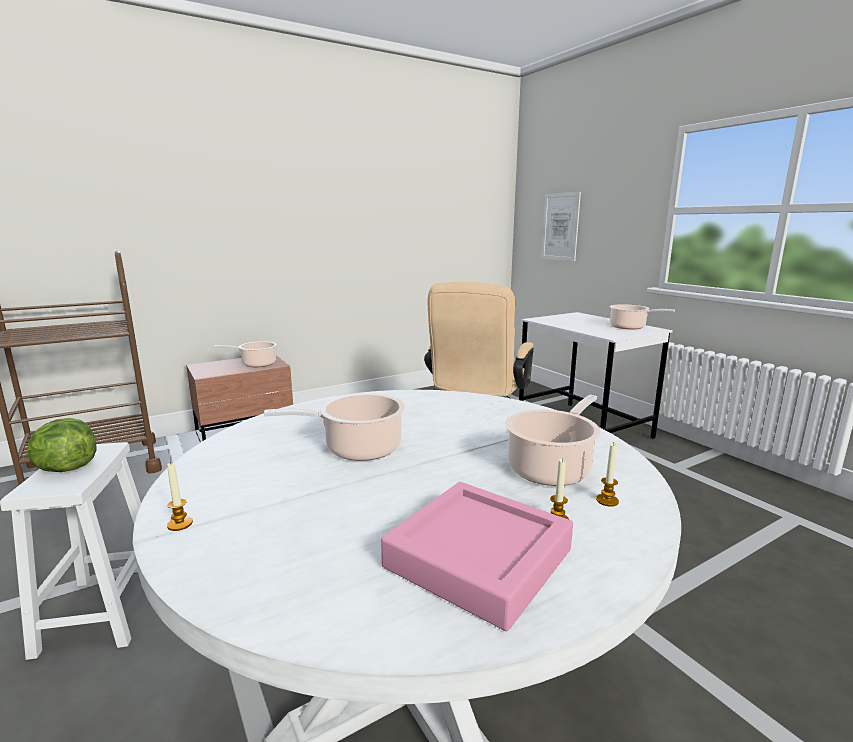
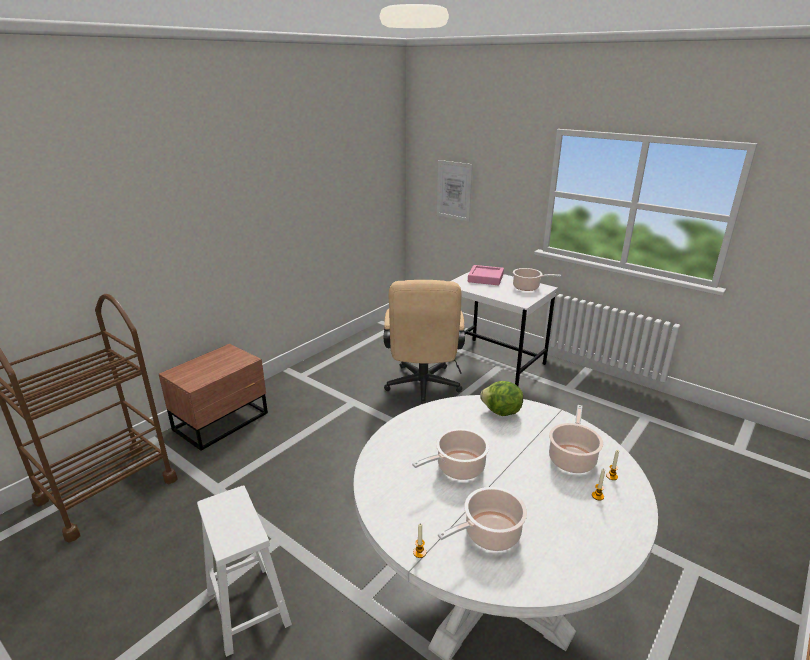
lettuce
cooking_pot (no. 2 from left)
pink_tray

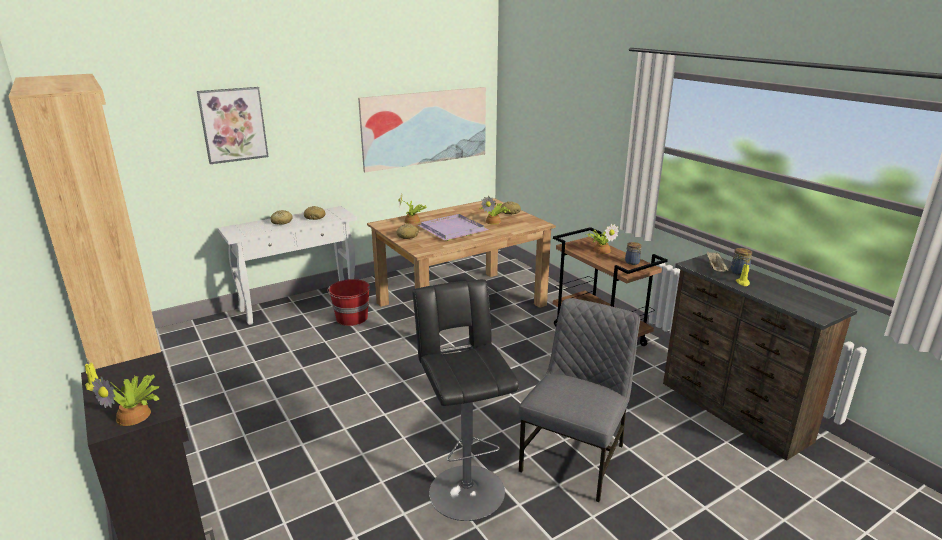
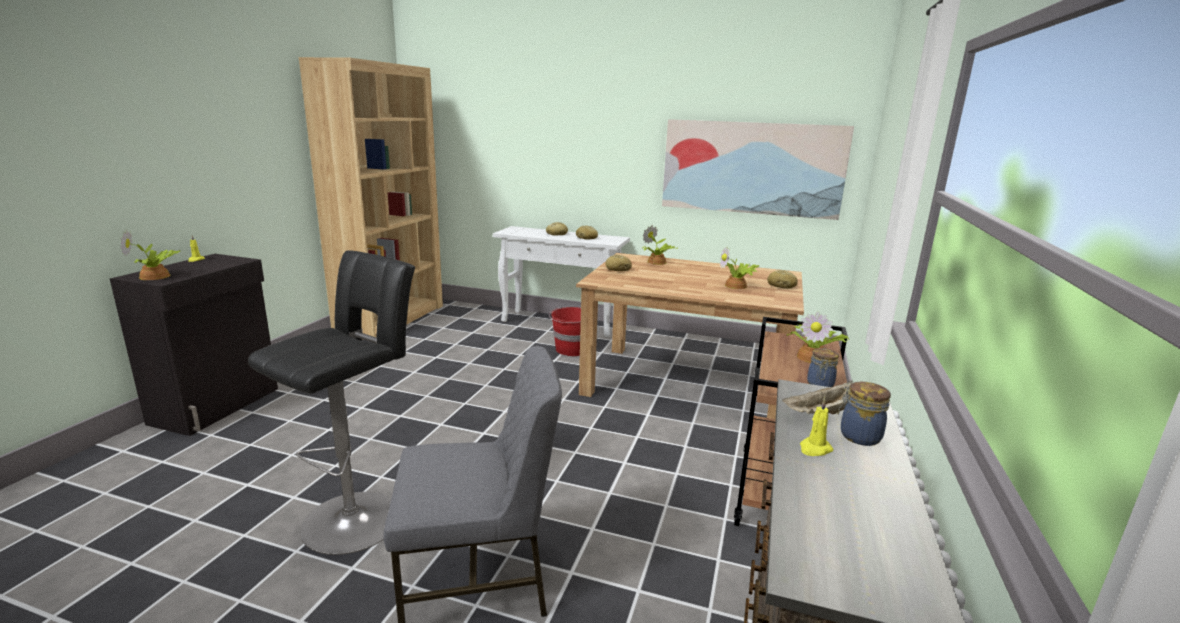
picture (no. 1 from left in the first image)
purple_tray

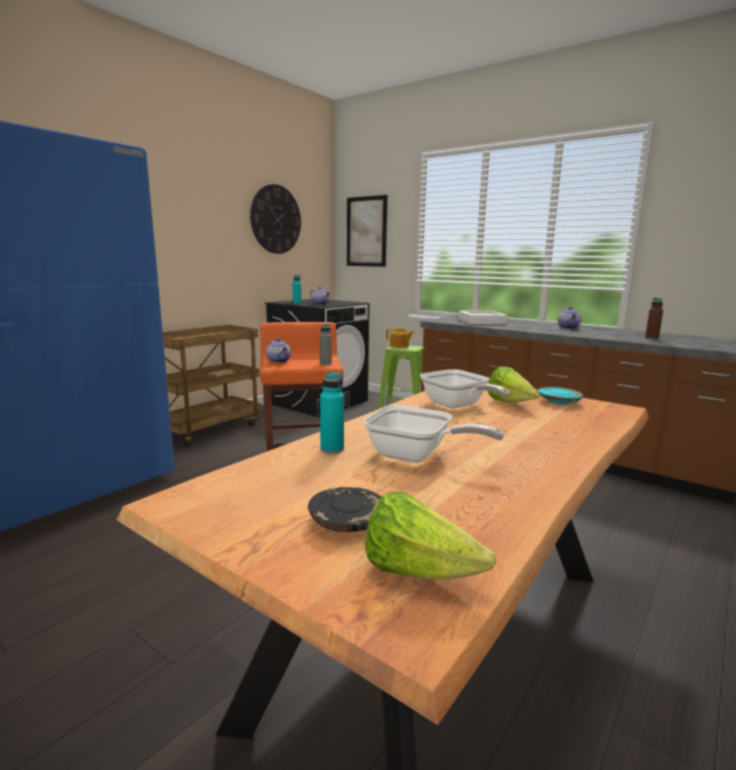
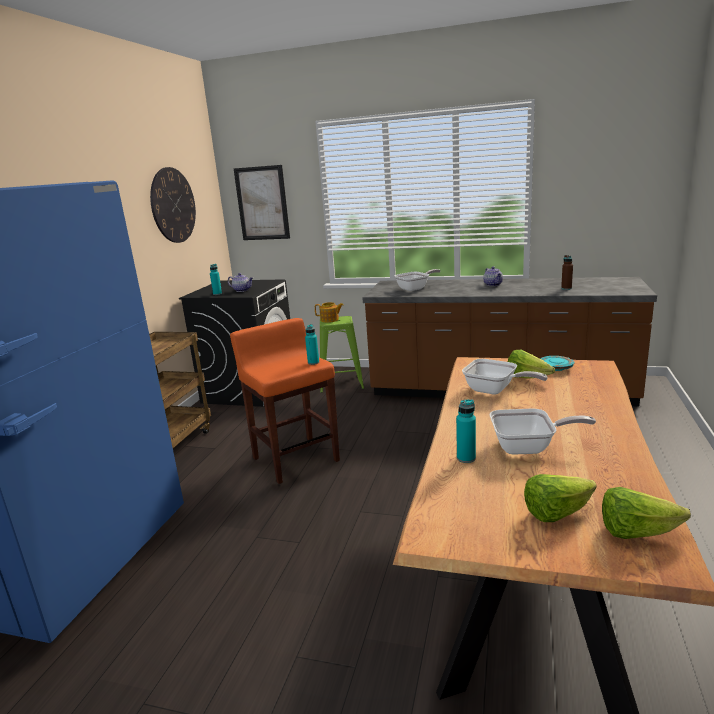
teapot (no. 1 from left in the first image)
lettuce (no. 2 from left)
turquoise_bottle (no. 2 from left)
frying_pan (no. 1 from left)

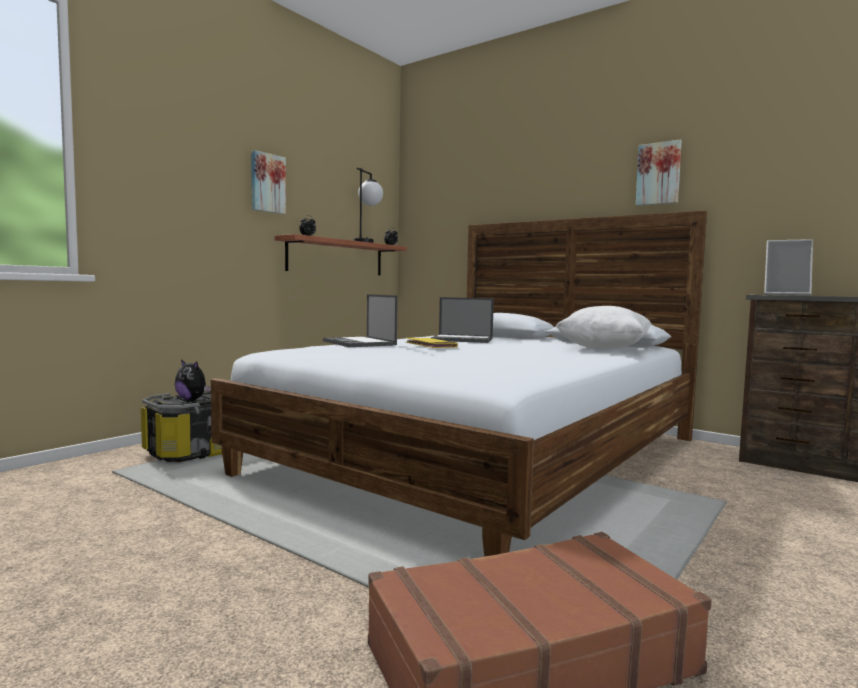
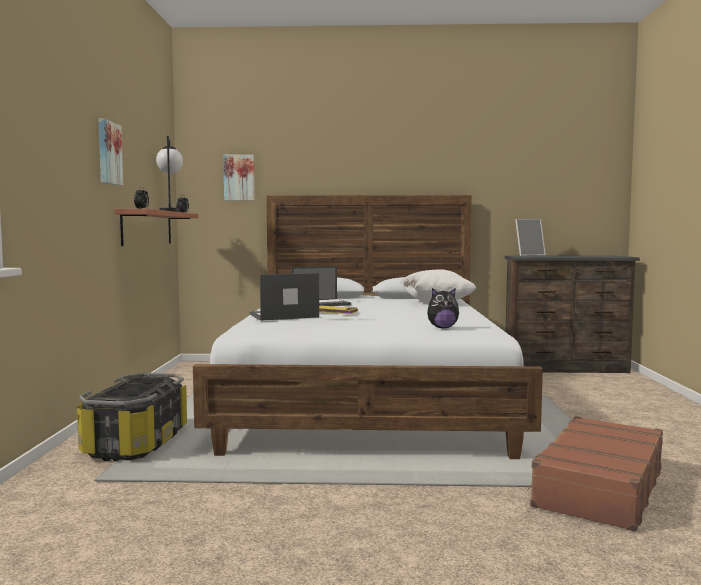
plush_toy
laptop (no. 1 from left)
picture (no. 2 from left)

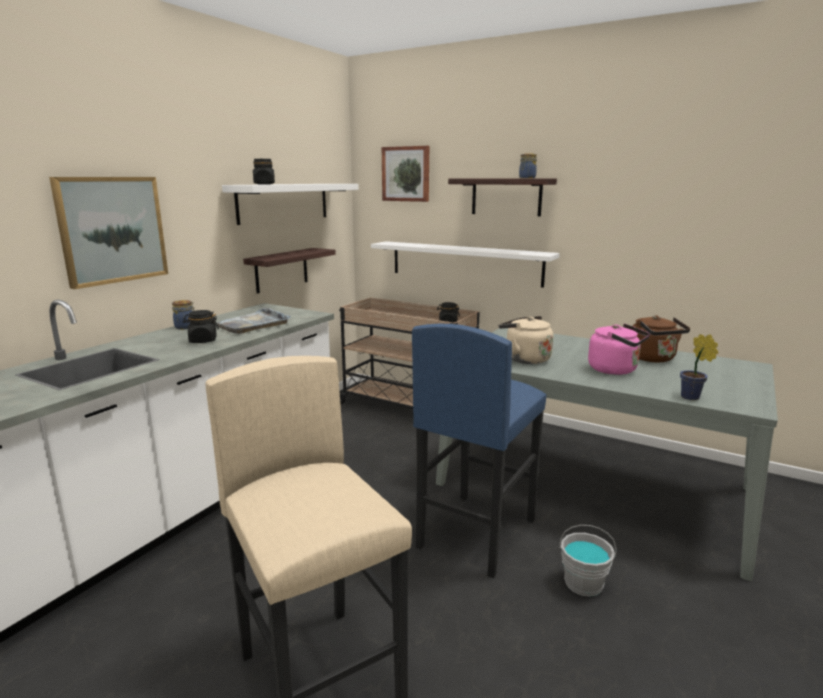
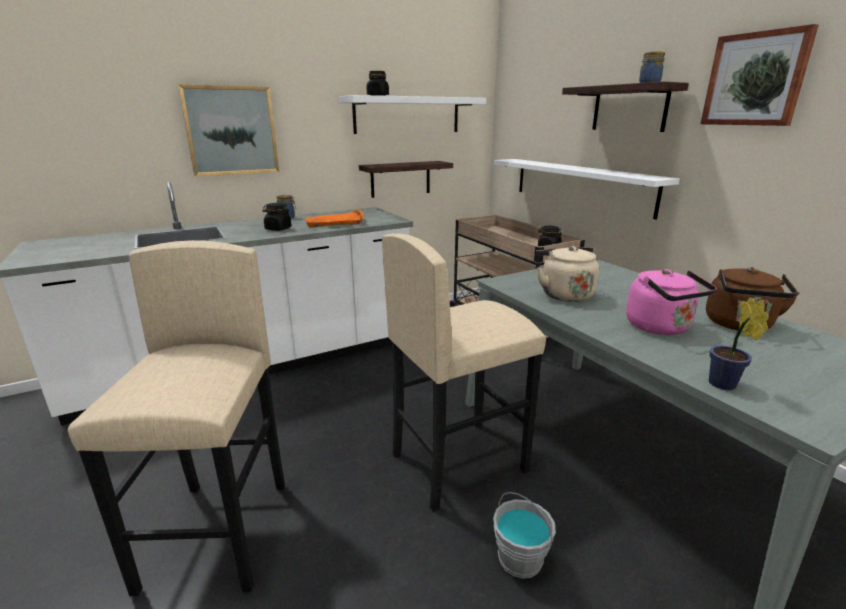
orange_tray
picture (no. 2 from left)
beige_stool (no. 2 from left)

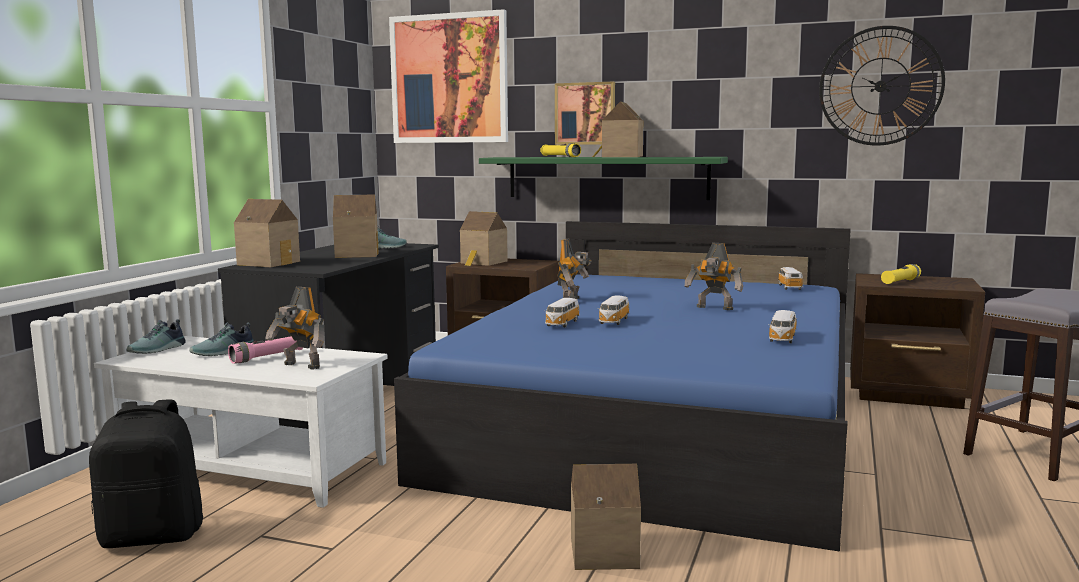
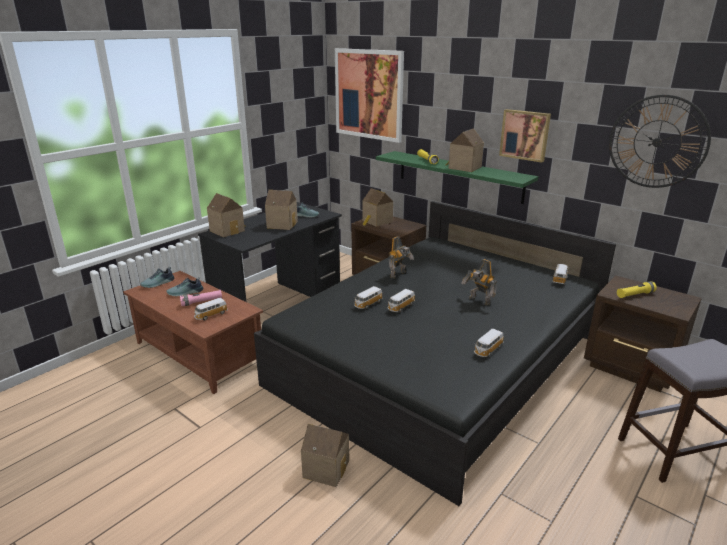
black_backpack
brown_coffee_table
toy_car (no. 1 from left)
black_bed
picture (no. 2 from left)

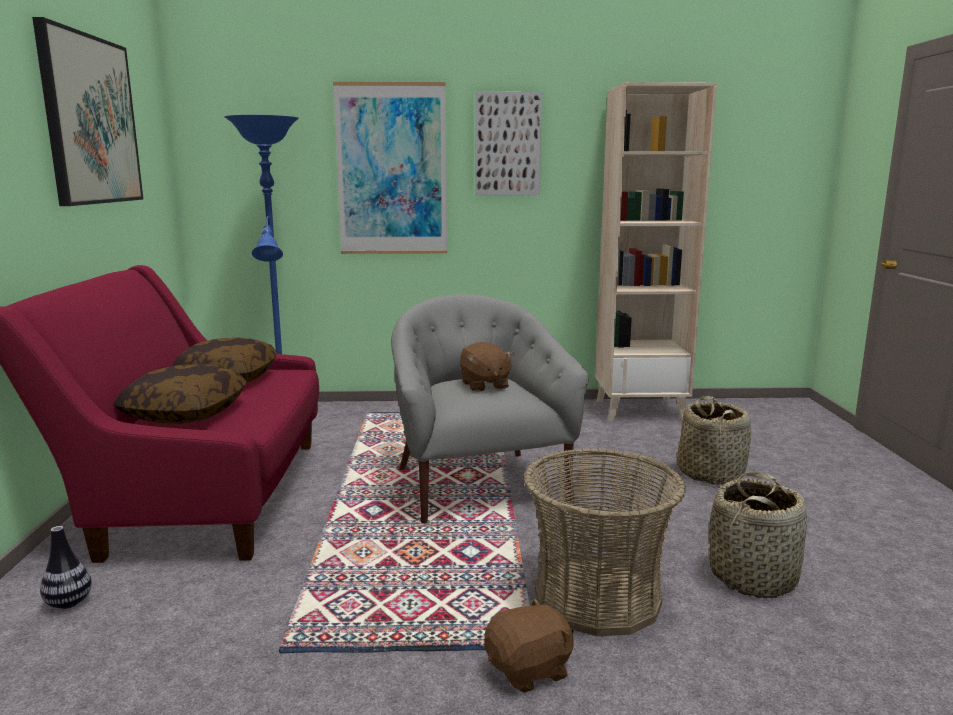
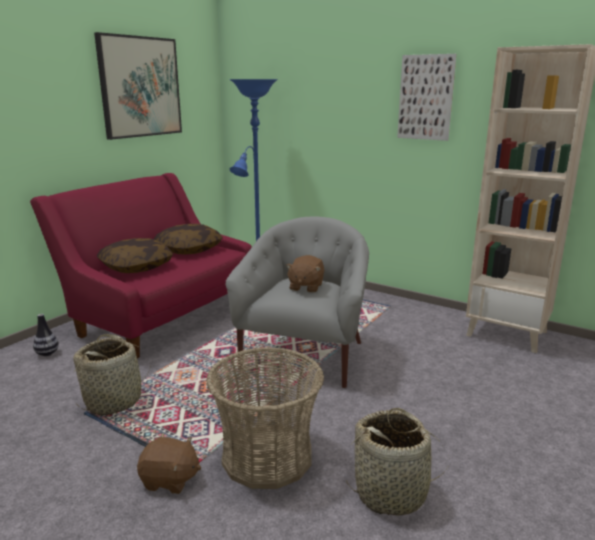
picture (no. 2 from left in the first image)
basket (no. 1 from left)

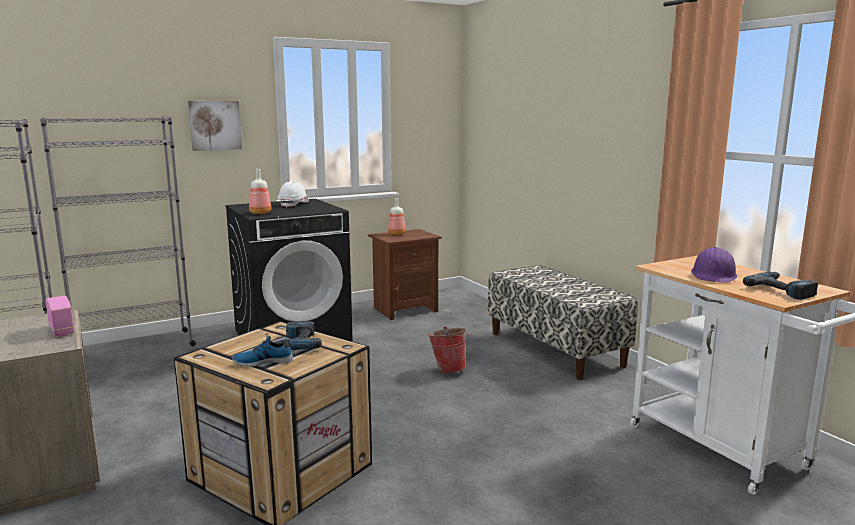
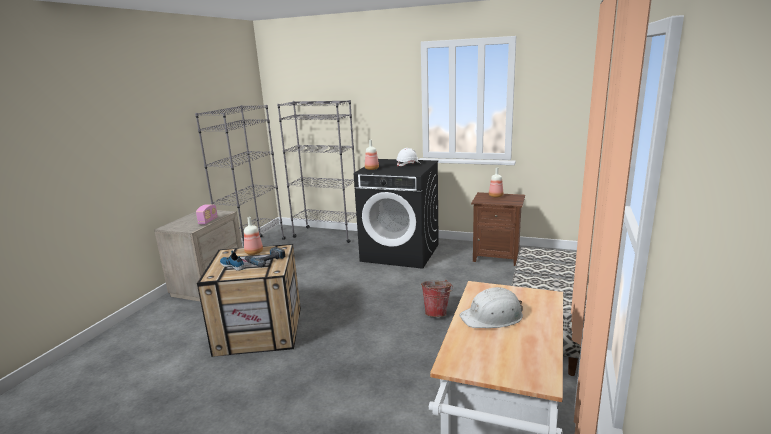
picture
white_hard_hat (no. 2 from left)
power_drill (no. 2 from left in the first image)
bottle (no. 1 from left)

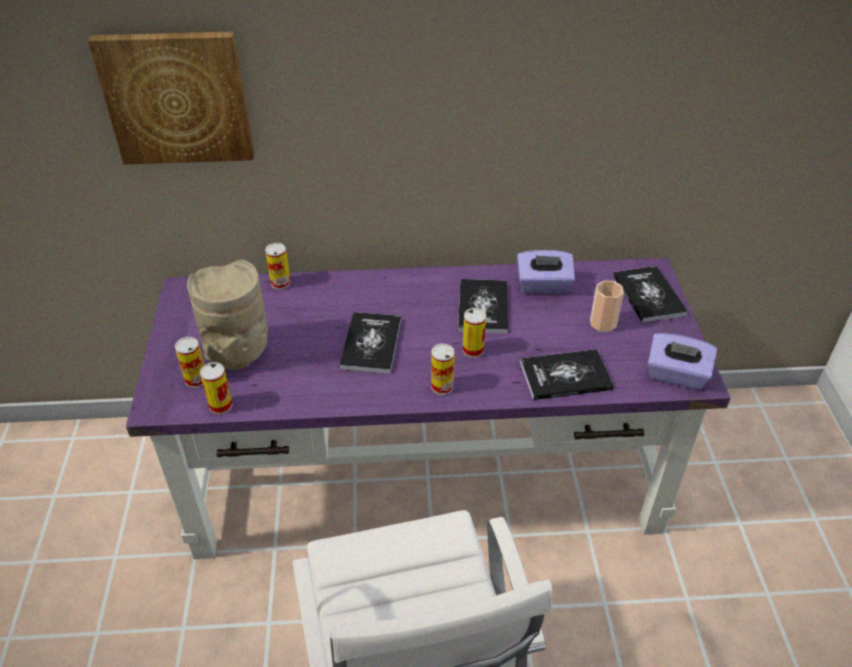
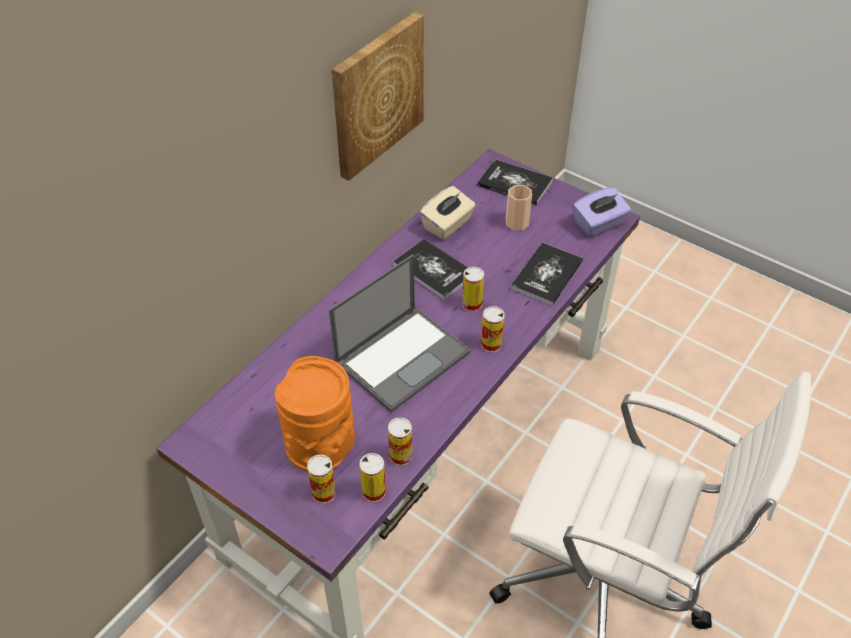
picture
orange_vase
can (no. 3 from left)
laptop
beige_tissue_box

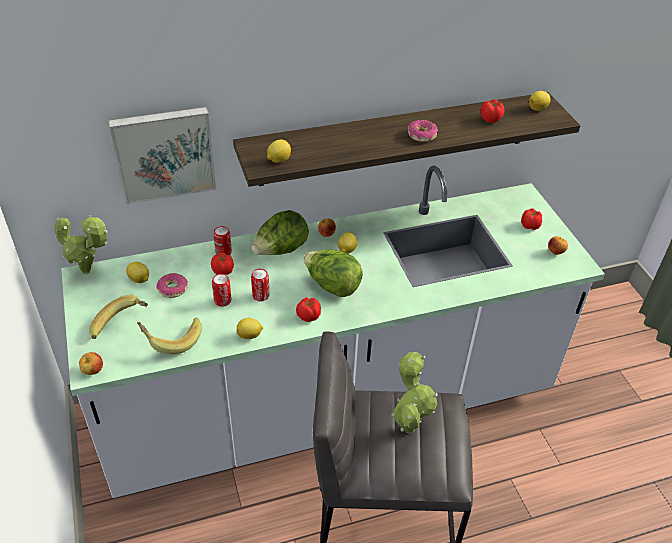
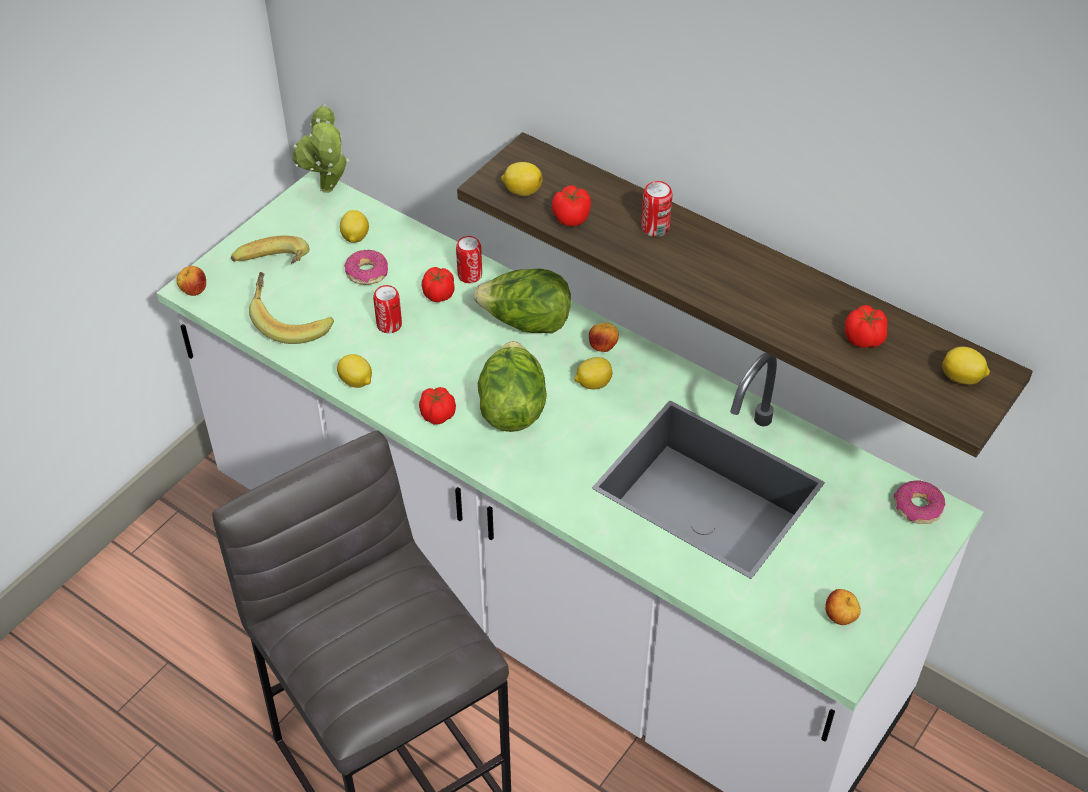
picture
can (no. 3 from left)
potted_plant (no. 2 from left in the first image)
donut (no. 2 from left)
tomato (no. 3 from left)

